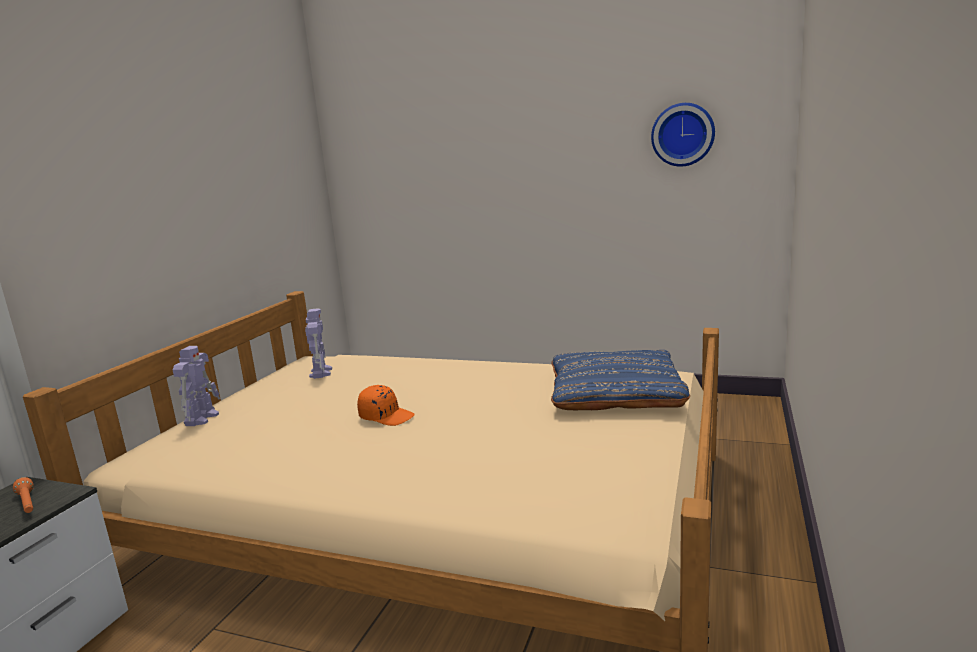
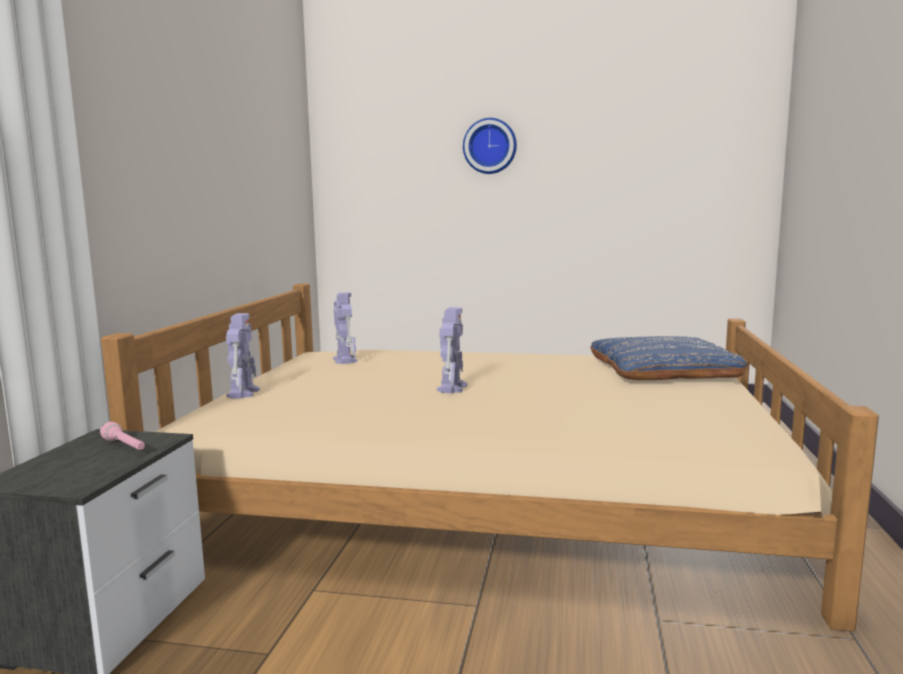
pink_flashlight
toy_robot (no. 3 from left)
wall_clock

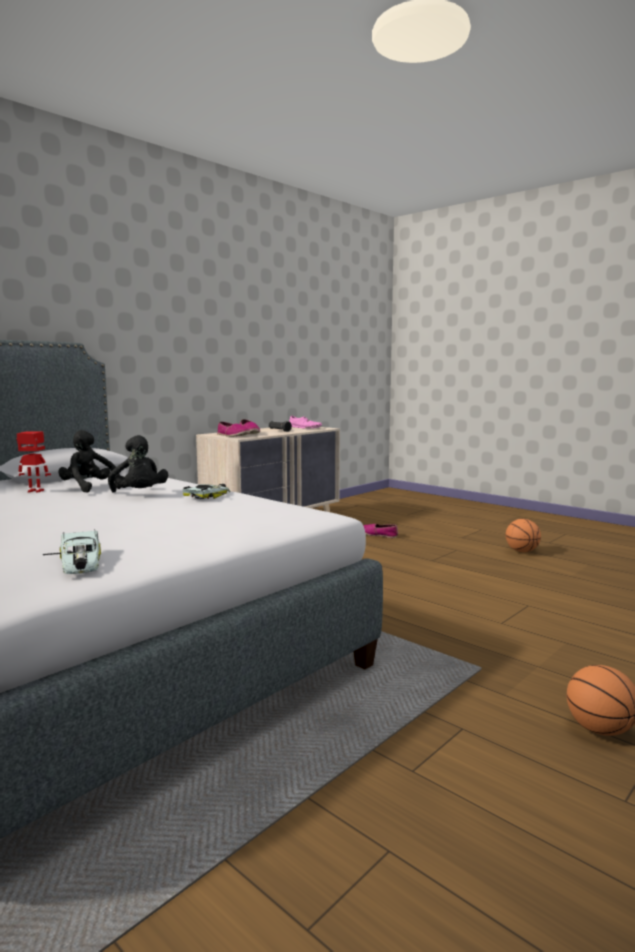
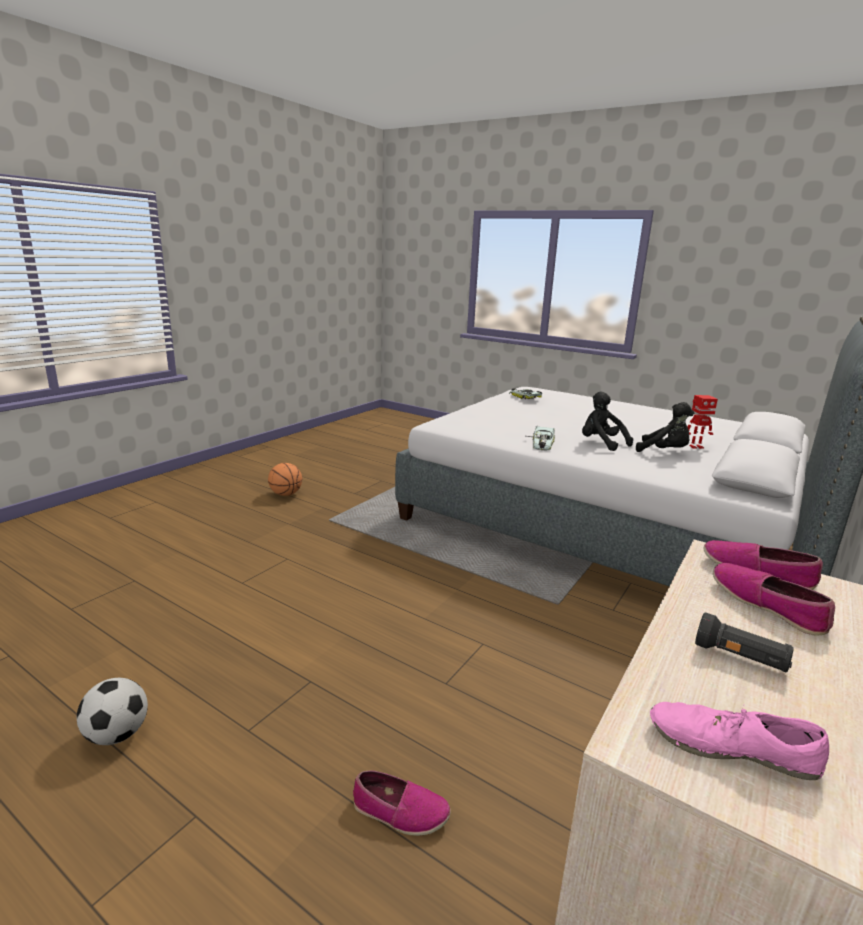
football

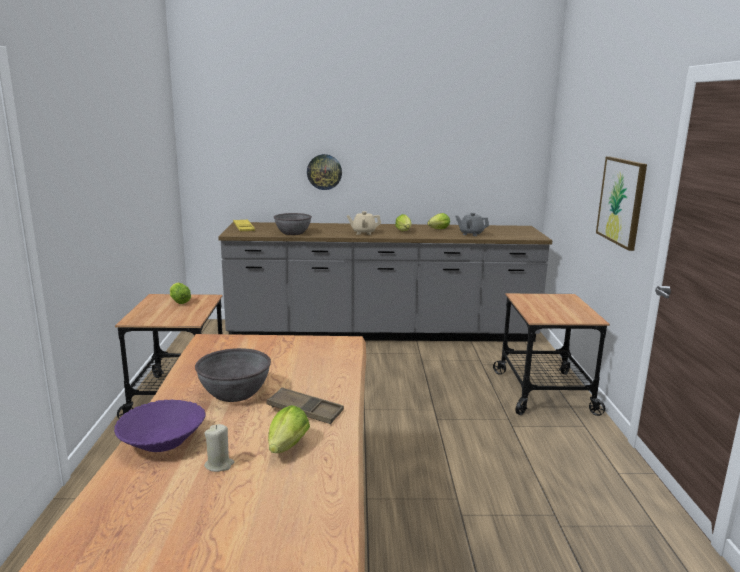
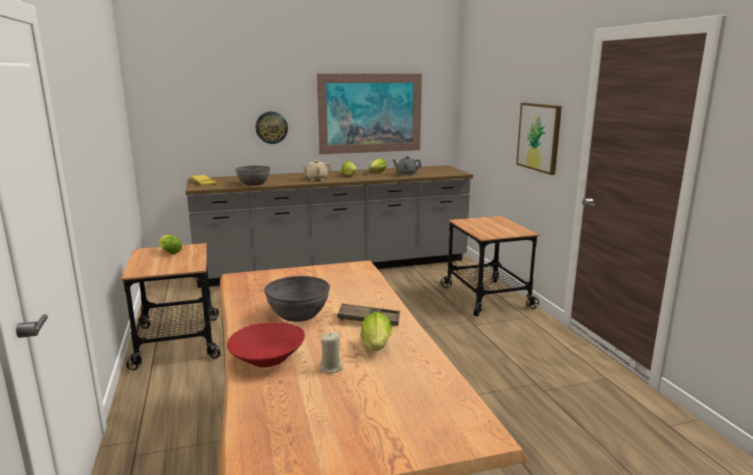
red_bowl
picture (no. 1 from left)

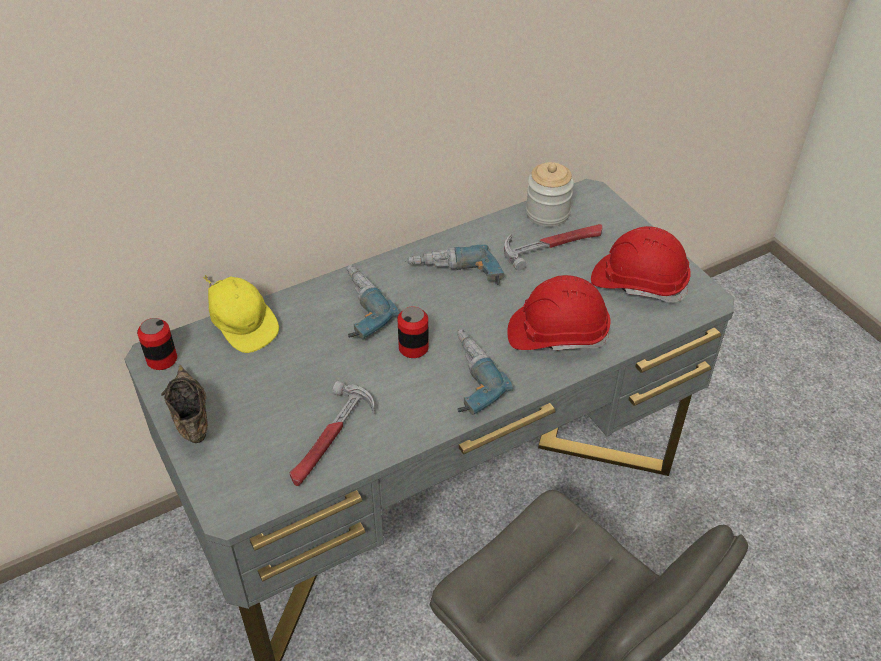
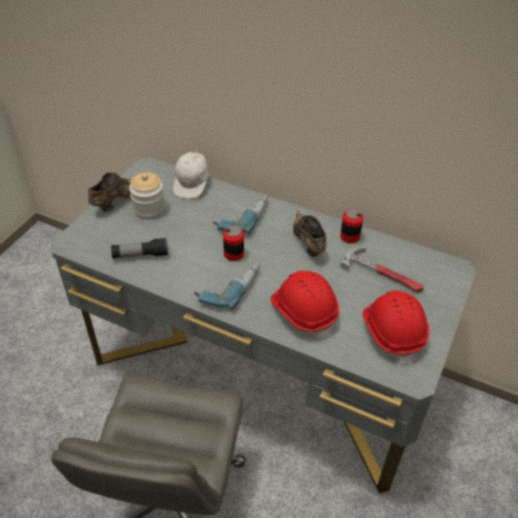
can (no. 2 from left)
white_cap
flashlight
brown_shoe (no. 2 from left)
jar

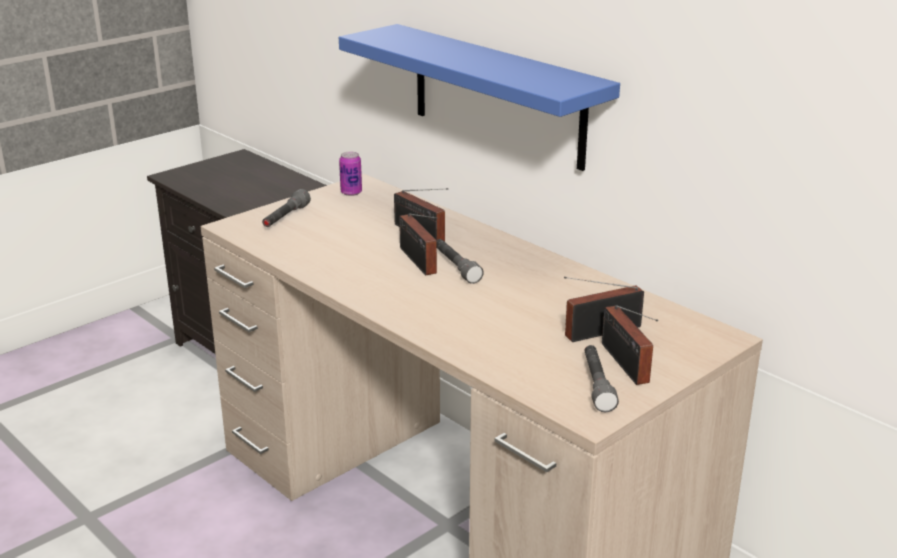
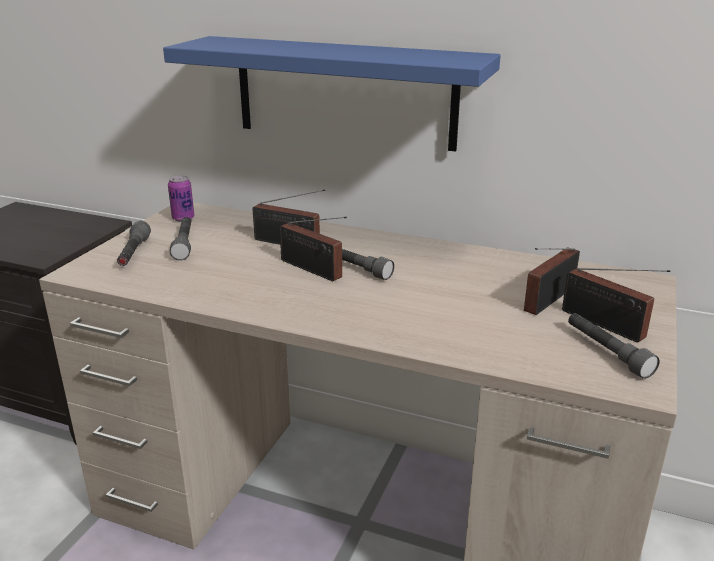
grey_flashlight (no. 2 from left)

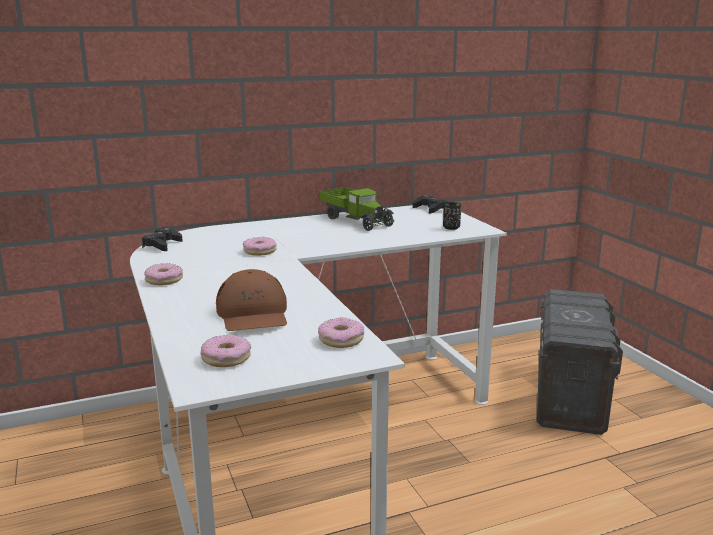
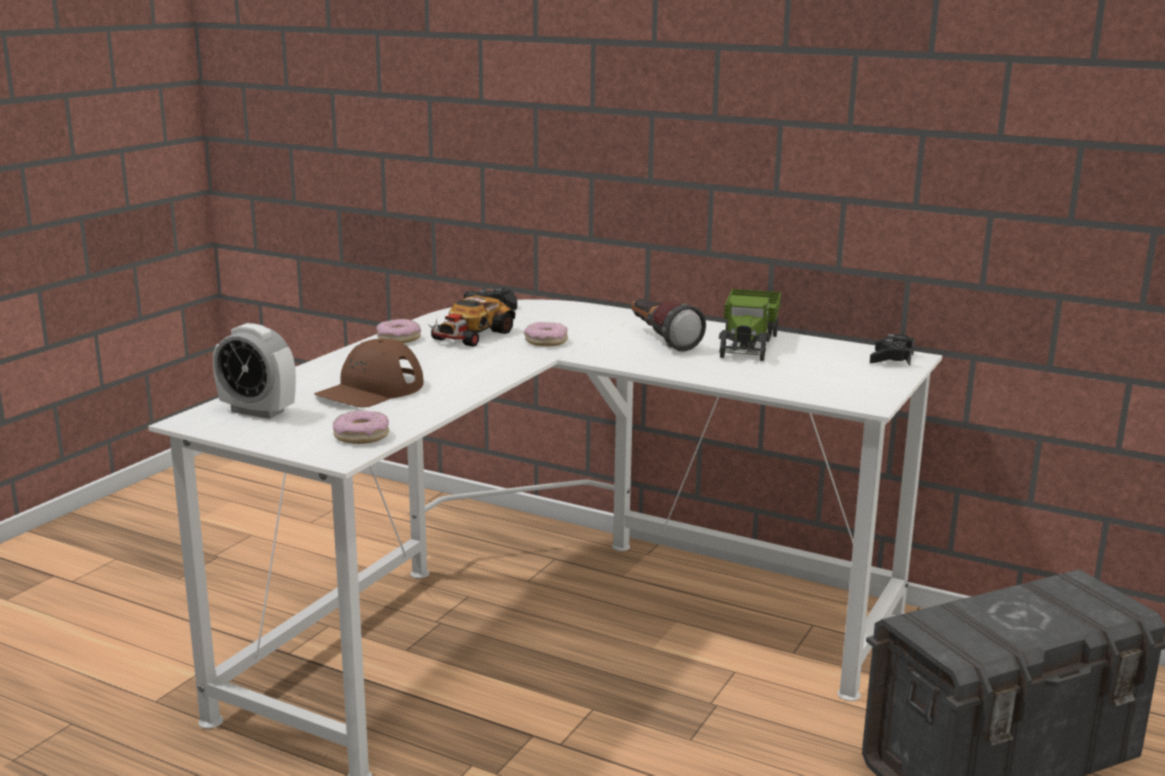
alarm_clock
black_cup
toy_car
flashlight

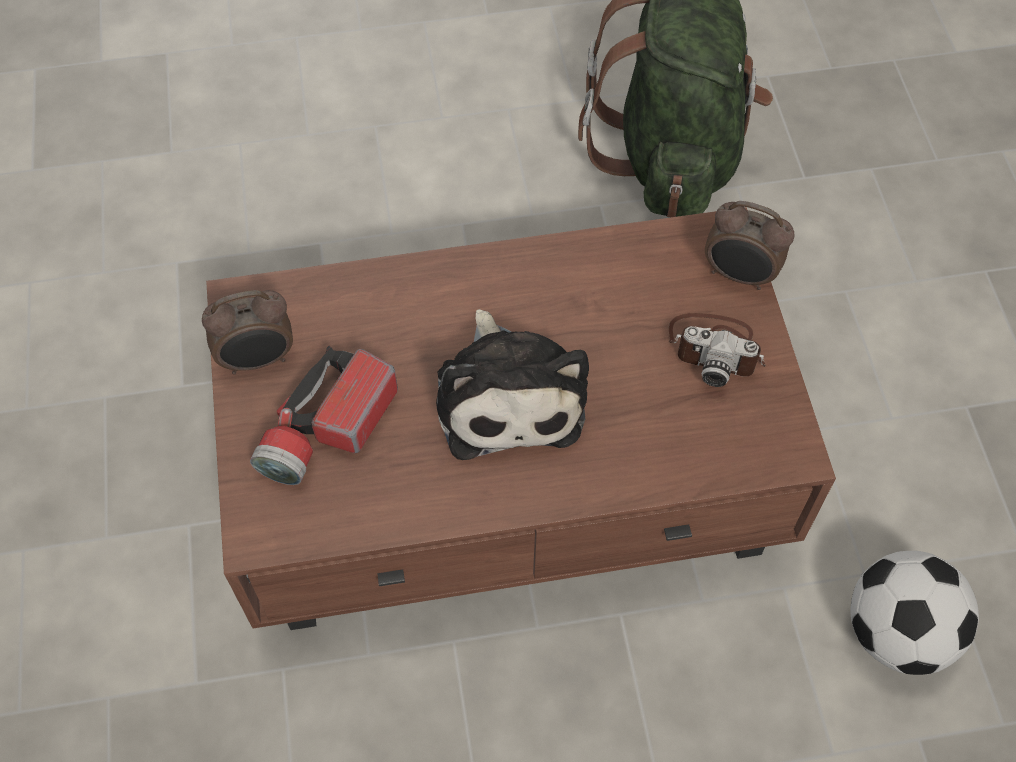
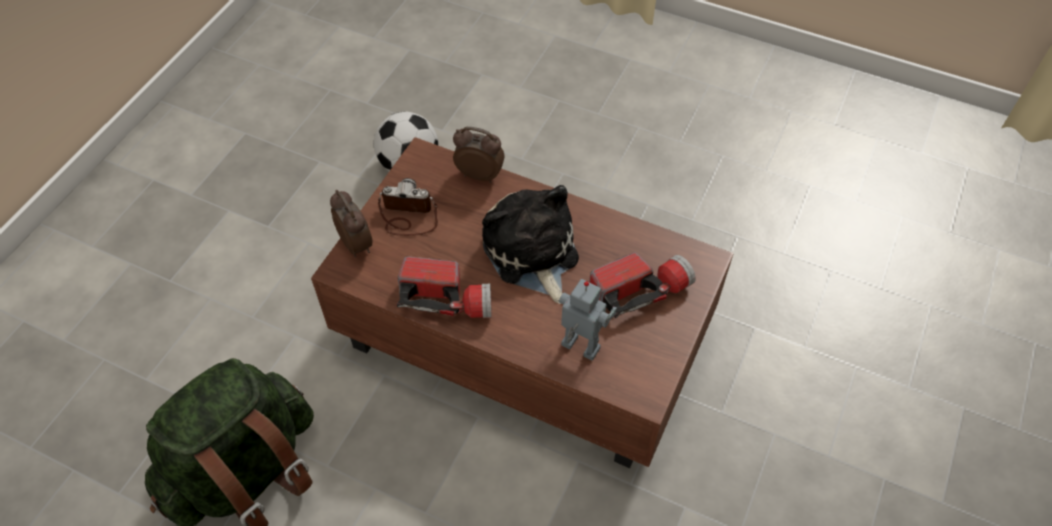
alarm_clock (no. 2 from left)
plush_toy
photo_camera
flashlight (no. 1 from left)
toy_robot

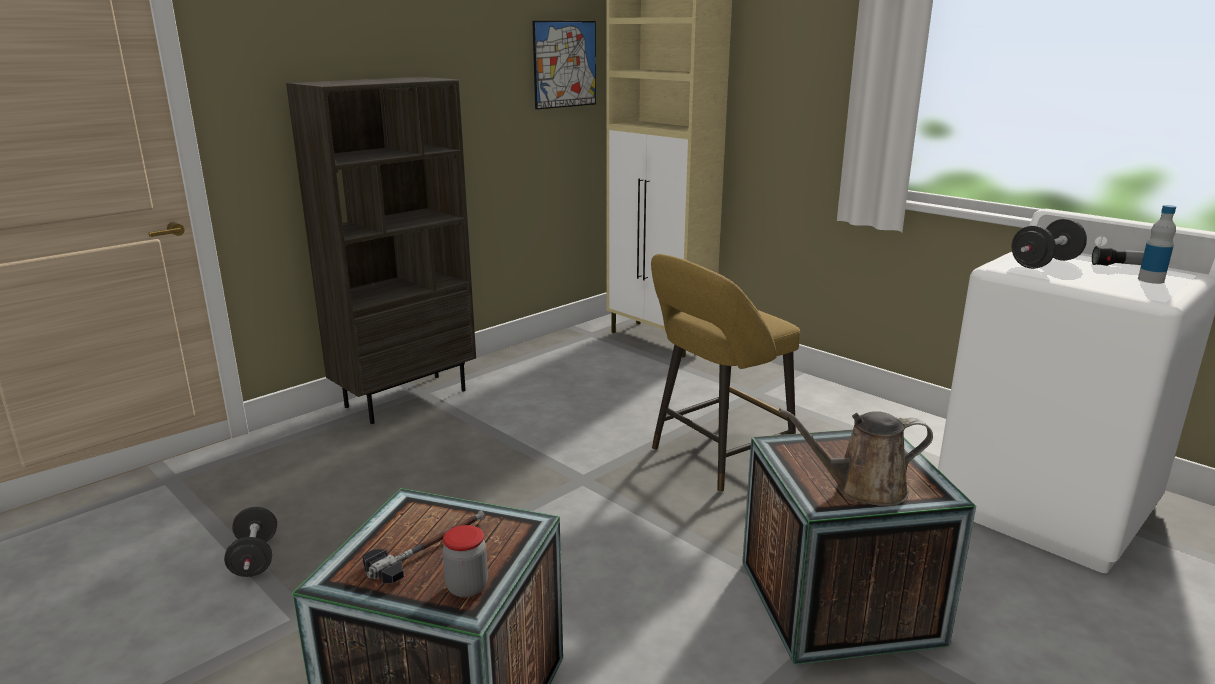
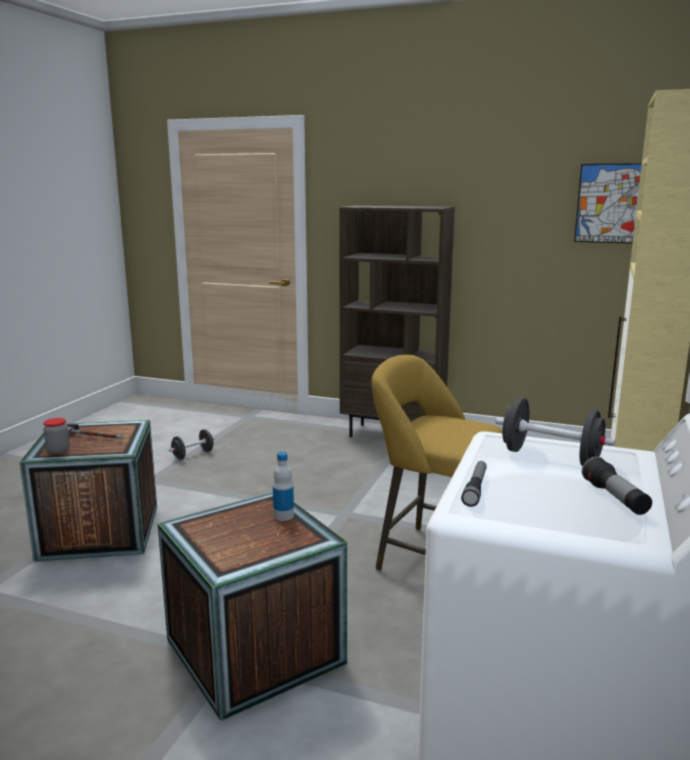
brown_watering_can
bottle
flashlight (no. 1 from left)

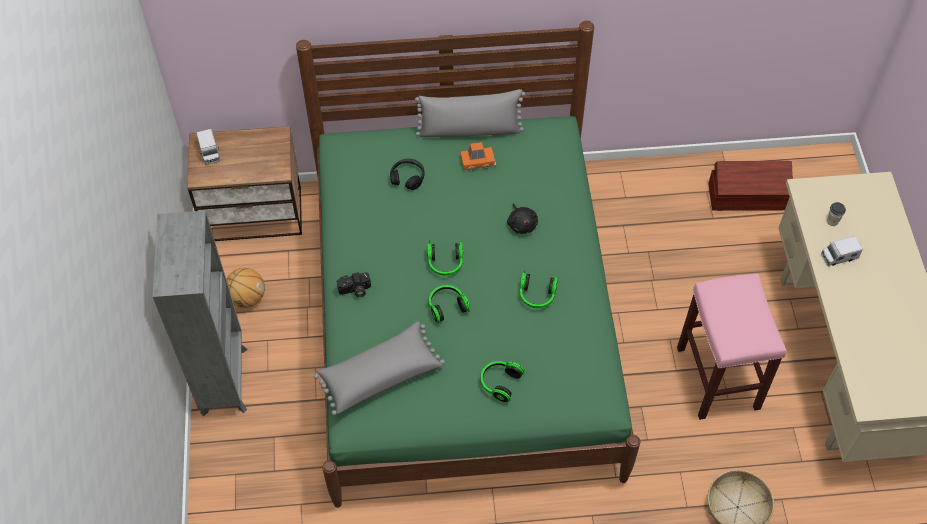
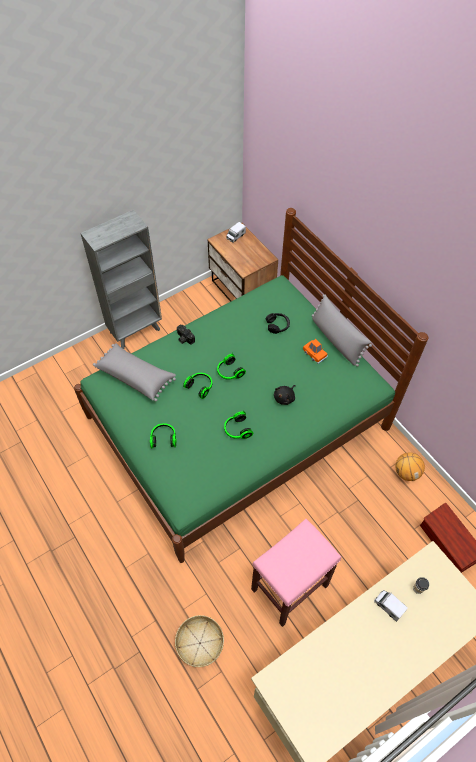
basketball

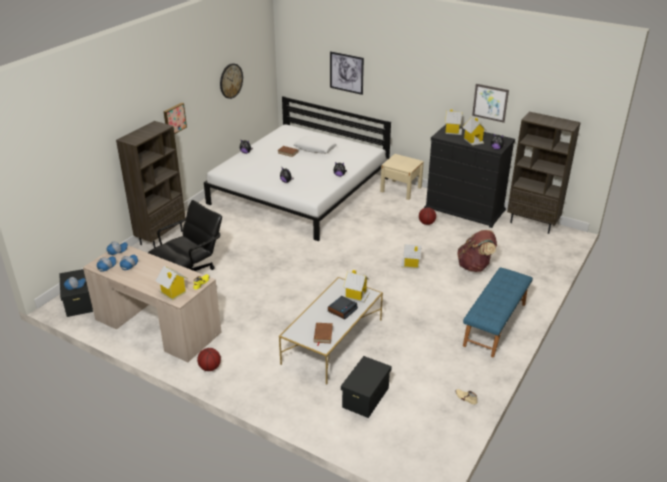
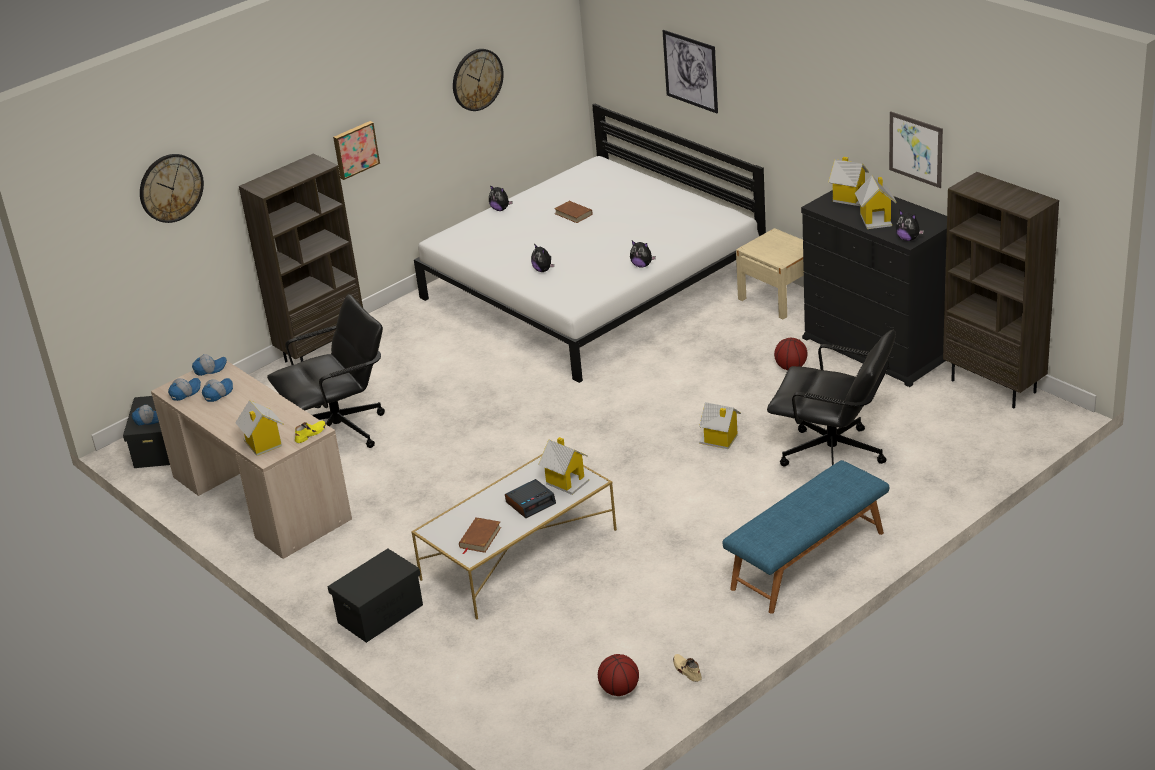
basketball (no. 1 from left)
white_pillow
black_storage_box (no. 2 from left)
black_office_chair (no. 2 from left)
wall_clock (no. 1 from left)

